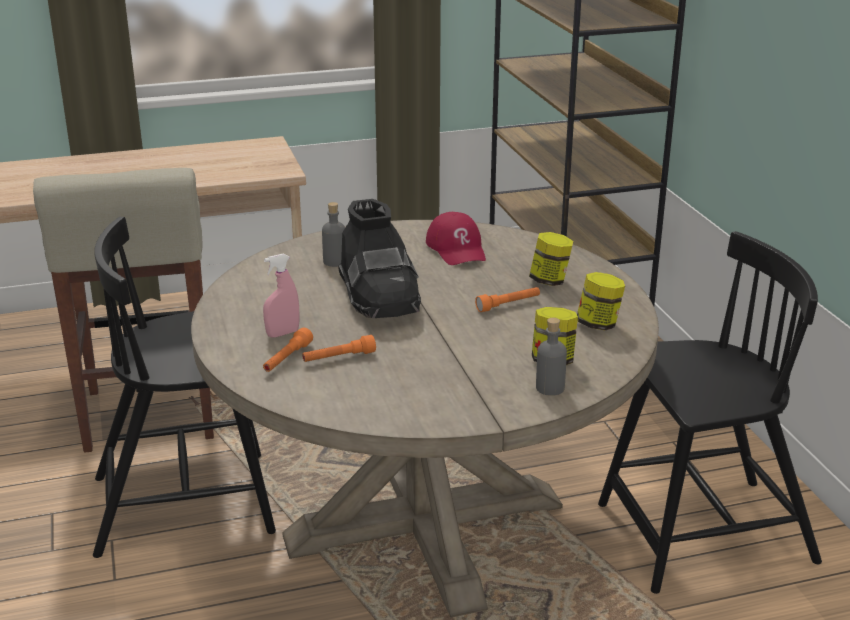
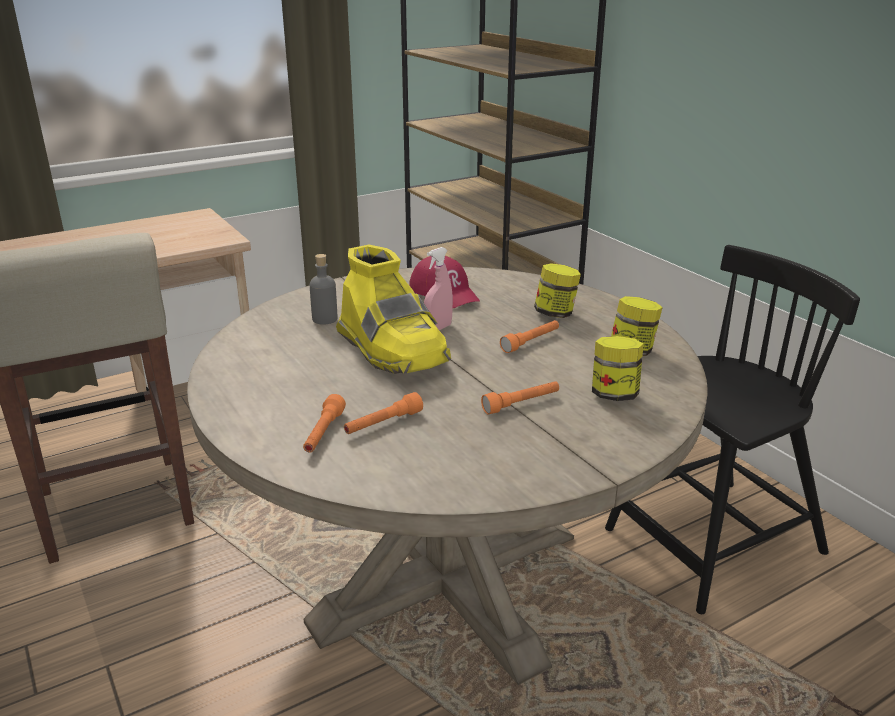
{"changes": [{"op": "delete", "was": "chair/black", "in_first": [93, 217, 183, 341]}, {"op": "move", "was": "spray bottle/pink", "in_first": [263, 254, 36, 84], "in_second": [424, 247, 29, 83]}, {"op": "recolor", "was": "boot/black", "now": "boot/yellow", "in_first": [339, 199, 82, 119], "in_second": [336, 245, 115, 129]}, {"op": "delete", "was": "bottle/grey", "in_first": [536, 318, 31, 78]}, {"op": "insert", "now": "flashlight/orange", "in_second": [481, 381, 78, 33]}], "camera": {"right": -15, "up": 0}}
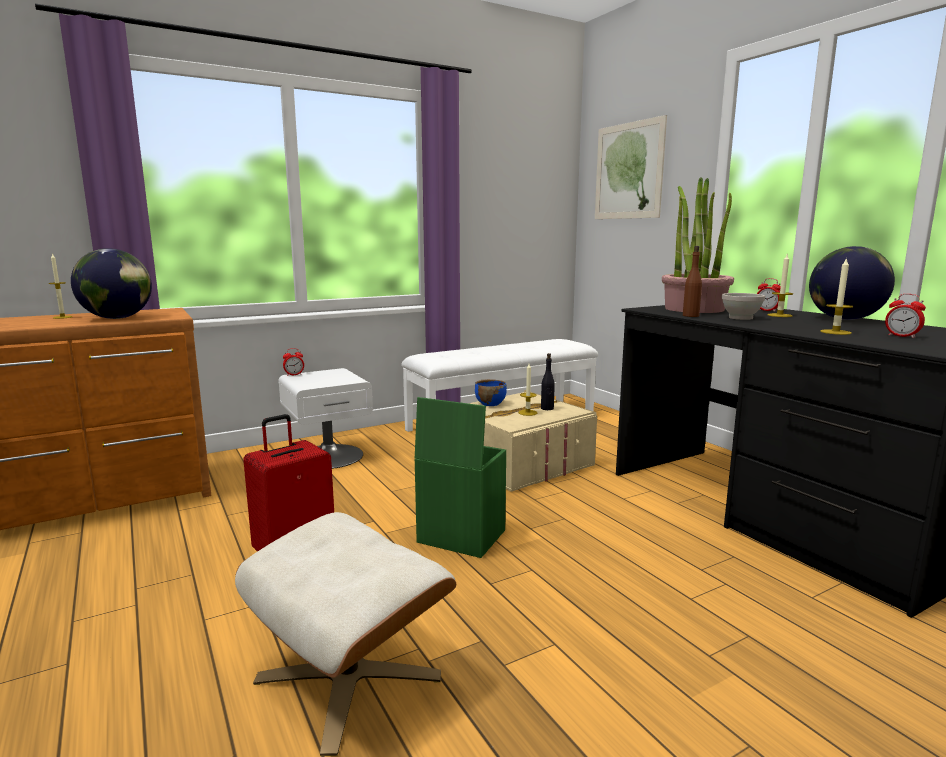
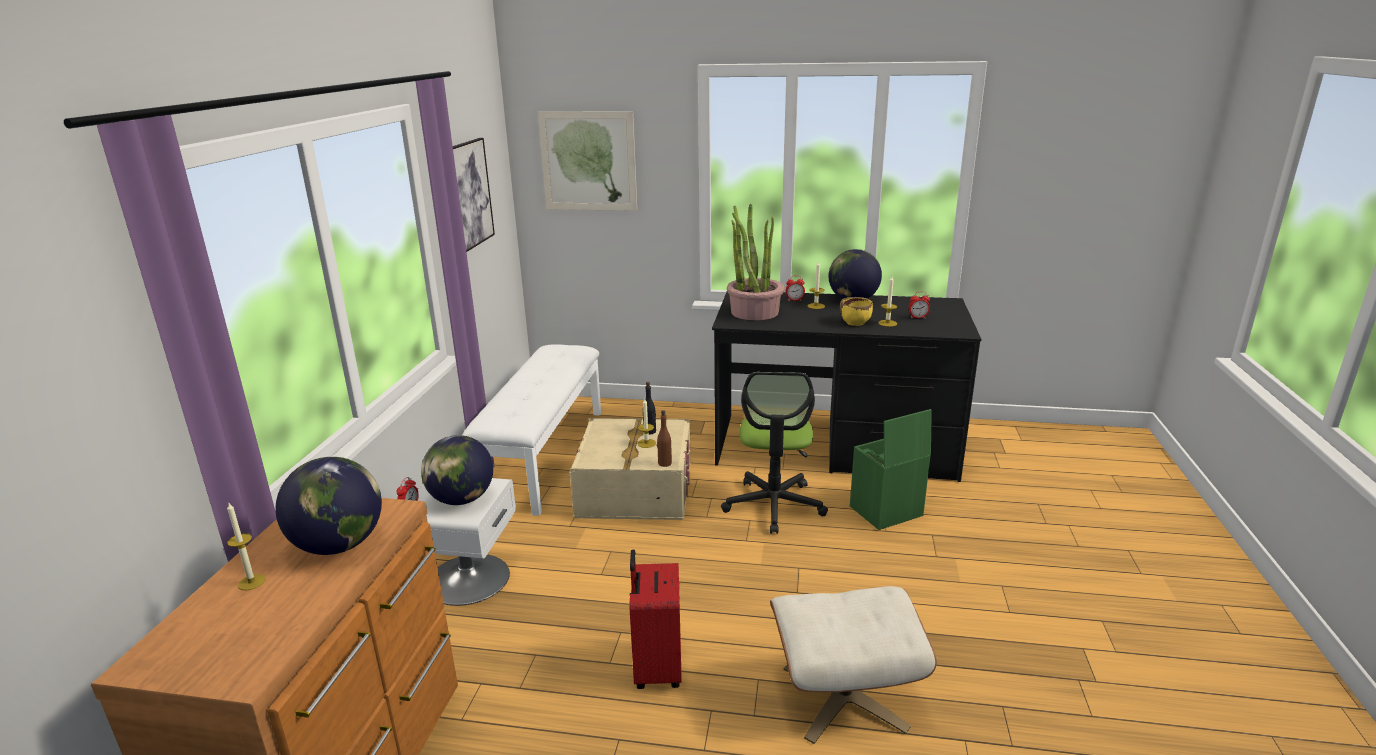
{"changes": [{"op": "move", "was": "storage box/green", "in_first": [415, 397, 91, 161], "in_second": [850, 409, 82, 121]}, {"op": "delete", "was": "bowl/blue", "in_first": [475, 379, 32, 27]}, {"op": "move", "was": "bottle/brown", "in_first": [683, 246, 19, 71], "in_second": [657, 410, 15, 57]}, {"op": "delete", "was": "bowl/white", "in_first": [721, 293, 44, 27]}, {"op": "insert", "now": "globe", "in_second": [421, 435, 72, 70]}, {"op": "insert", "now": "picture", "in_second": [453, 138, 42, 114]}, {"op": "insert", "now": "office chair", "in_second": [721, 372, 107, 162]}, {"op": "insert", "now": "bowl/yellow", "in_second": [840, 297, 33, 29]}], "camera": {"right": -50, "up": 10}}
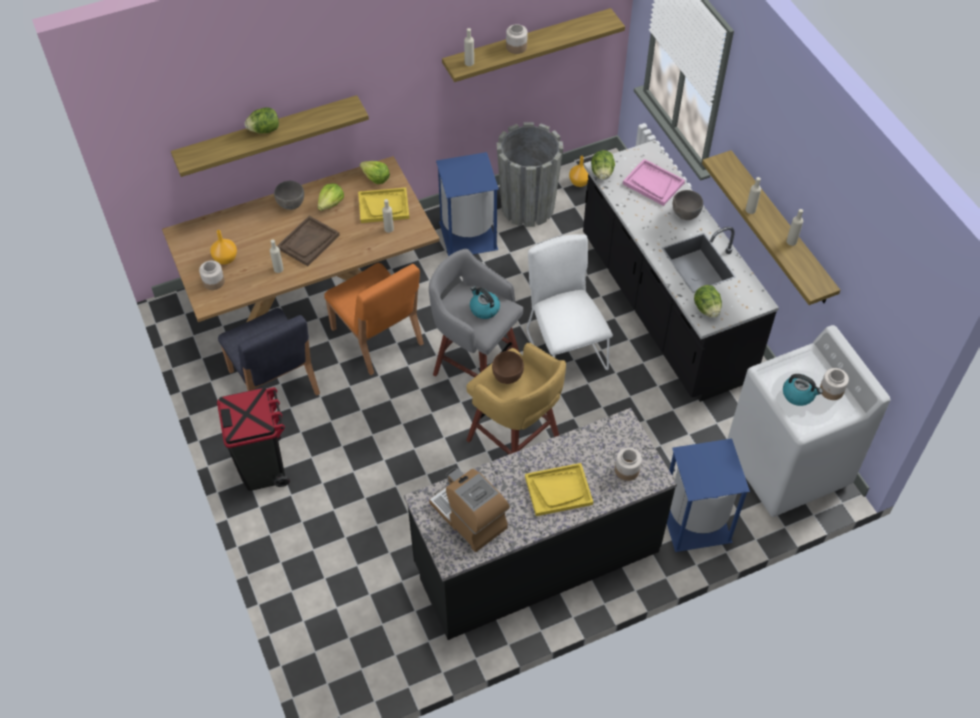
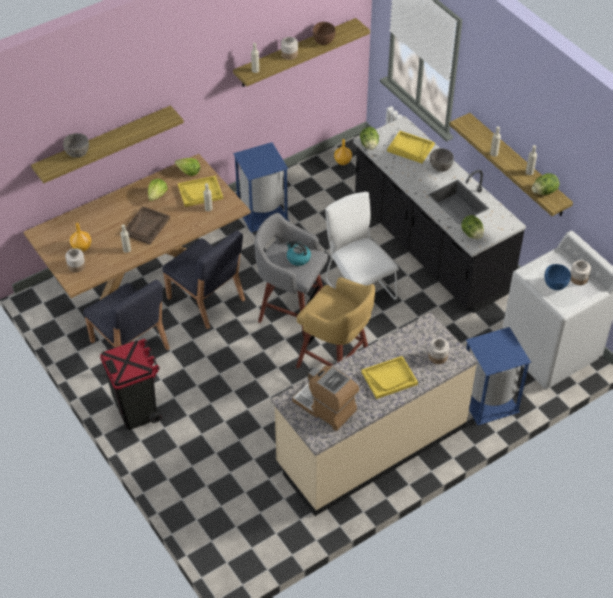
{"changes": [{"op": "move", "was": "lettuce", "in_first": [245, 107, 34, 26], "in_second": [532, 173, 27, 22]}, {"op": "move", "was": "bowl/grey", "in_first": [274, 181, 30, 29], "in_second": [63, 133, 26, 25]}, {"op": "recolor", "was": "chair/orange", "now": "chair/blue", "in_first": [324, 263, 100, 112], "in_second": [162, 230, 83, 99]}, {"op": "recolor", "was": "counter/black", "now": "counter/beige", "in_first": [404, 408, 273, 232], "in_second": [271, 312, 207, 204]}, {"op": "move", "was": "bowl/brown", "in_first": [492, 351, 32, 33], "in_second": [313, 22, 22, 23]}, {"op": "delete", "was": "planter/grey", "in_first": [496, 122, 67, 105]}, {"op": "recolor", "was": "tray/pink", "now": "tray/yellow", "in_first": [623, 159, 62, 47], "in_second": [387, 131, 48, 32]}, {"op": "replace", "was": "kettle", "now": "bowl/blue", "in_first": [783, 374, 40, 32], "in_second": [544, 264, 27, 26]}], "camera": {"right": -10, "up": -5}}
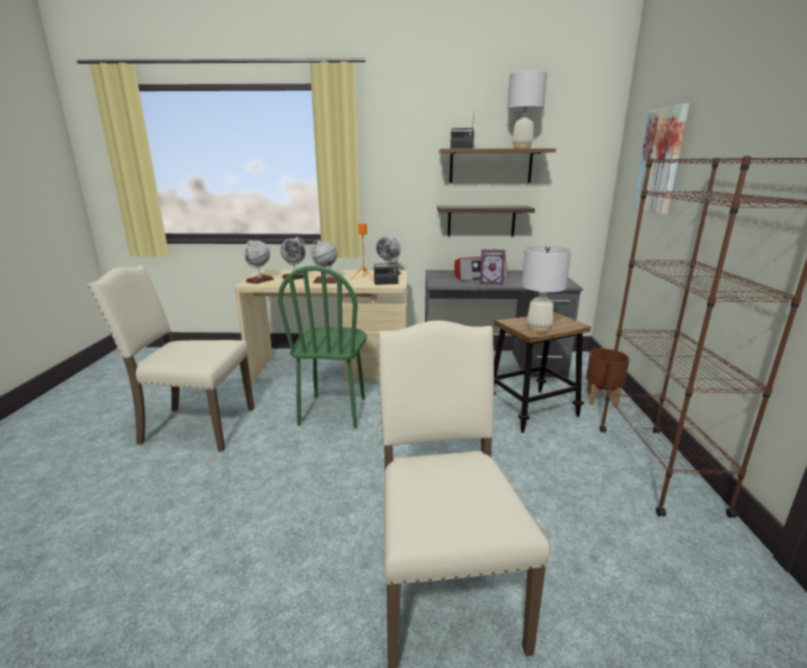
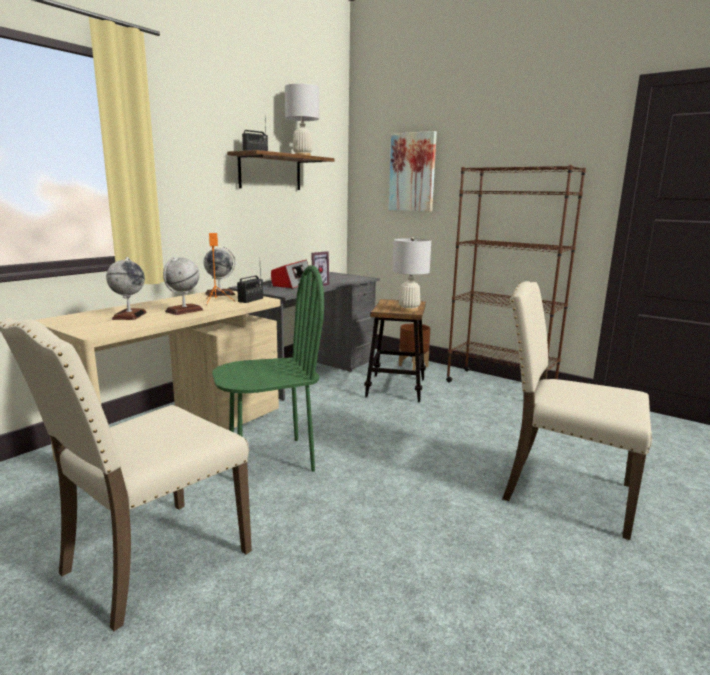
{"changes": [{"op": "delete", "was": "globe", "in_first": [244, 240, 30, 44]}, {"op": "rotate", "was": "chair/green", "in_first": [278, 266, 89, 163], "in_second": [212, 265, 112, 207], "clockwise": -60}, {"op": "delete", "was": "shelf", "in_first": [437, 205, 98, 31]}], "camera": {"right": -55, "up": -5}}
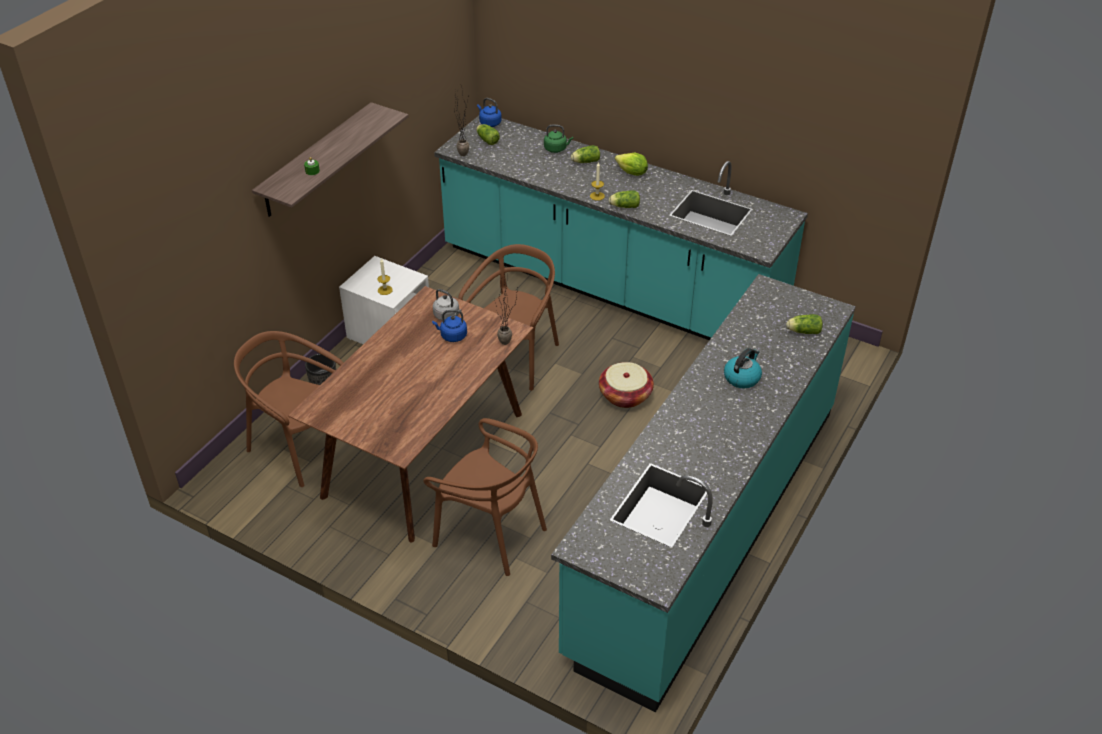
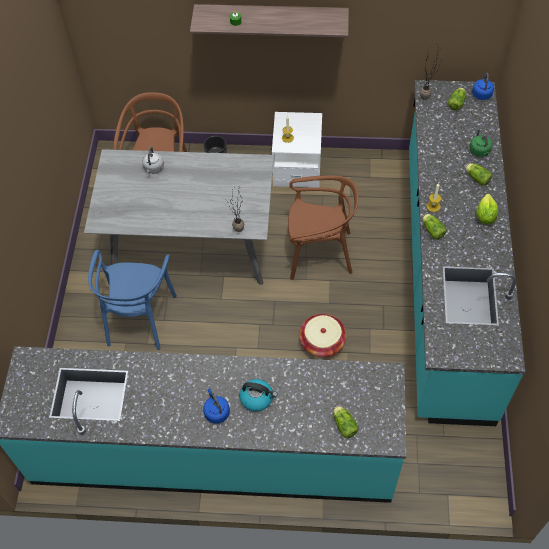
{"changes": [{"op": "recolor", "was": "dining table/brown", "now": "dining table/grey", "in_first": [288, 286, 246, 256], "in_second": [84, 149, 190, 136]}, {"op": "recolor", "was": "chair/brown", "now": "chair/blue", "in_first": [424, 418, 123, 158], "in_second": [88, 250, 89, 100]}, {"op": "move", "was": "kettle/blue", "in_first": [432, 310, 35, 32], "in_second": [203, 388, 27, 36]}, {"op": "move", "was": "kettle/grey", "in_first": [433, 289, 29, 32], "in_second": [142, 147, 22, 27]}], "camera": {"right": 65, "up": 15}}
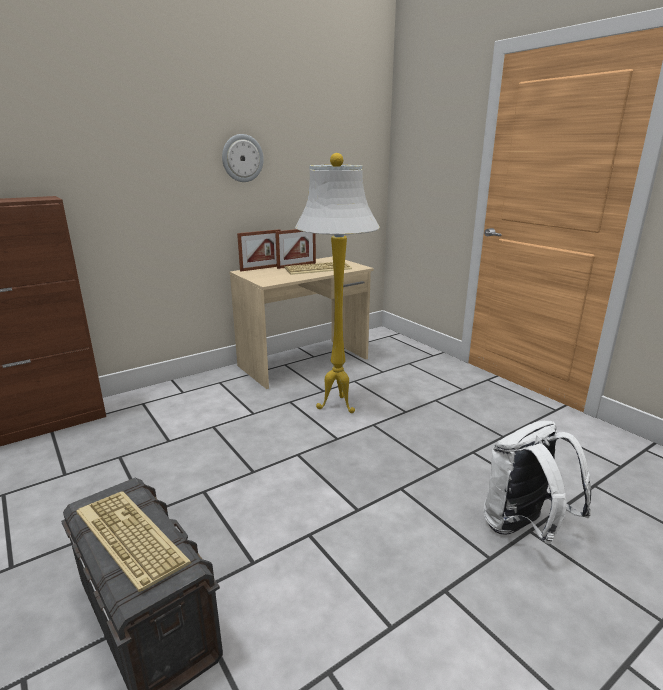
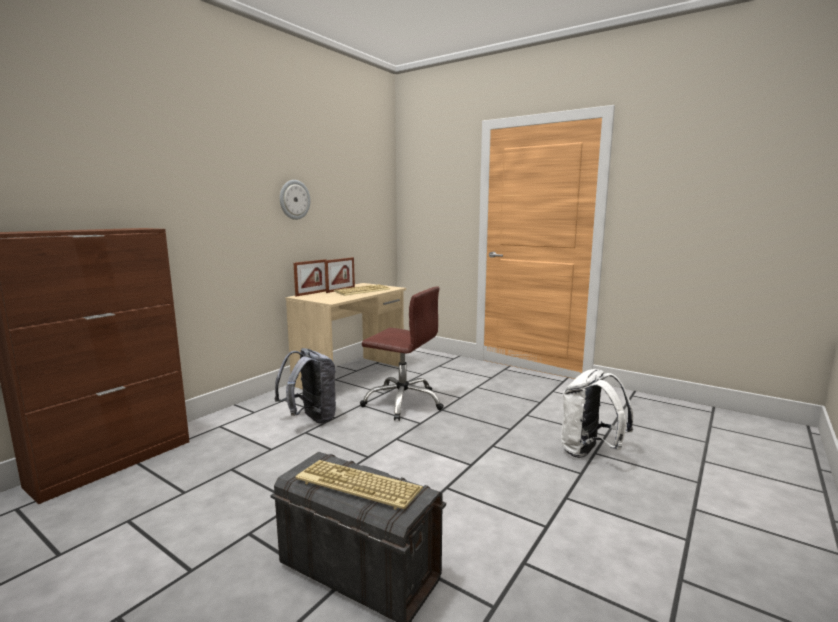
{"changes": [{"op": "replace", "was": "floor lamp/white", "now": "office chair/brown", "in_first": [295, 153, 85, 260], "in_second": [360, 286, 84, 135]}, {"op": "insert", "now": "backpack/grey", "in_second": [275, 348, 61, 76]}], "camera": {"right": -20, "up": -10}}
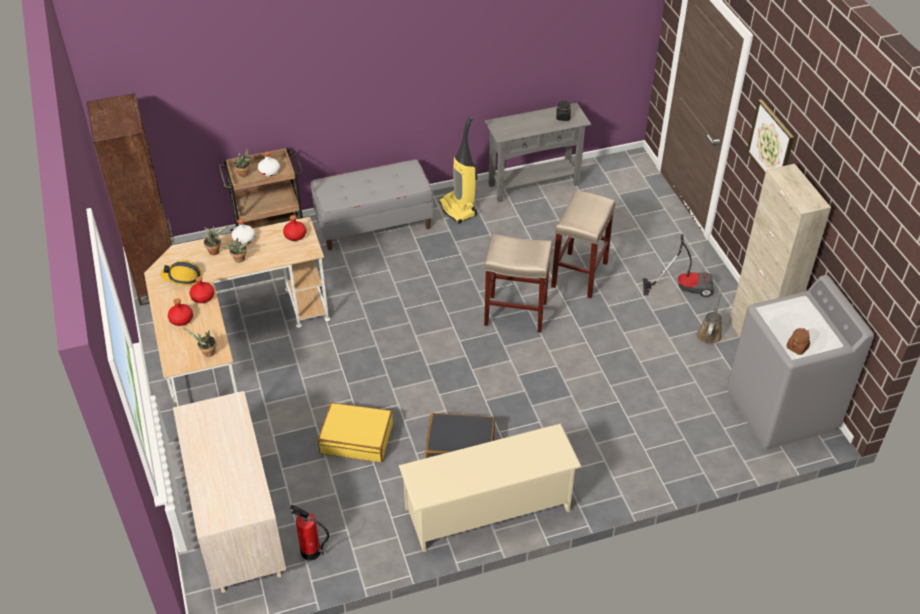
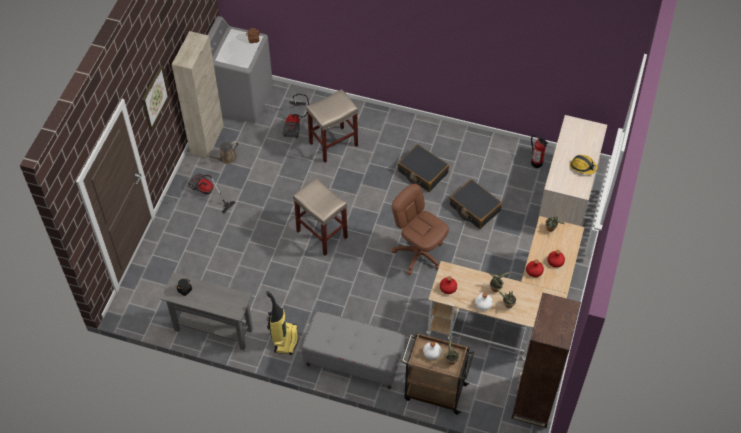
{"changes": [{"op": "move", "was": "hard hat", "in_first": [161, 260, 41, 26], "in_second": [570, 155, 28, 20]}, {"op": "recolor", "was": "suitcase/yellow", "now": "suitcase/black", "in_first": [318, 403, 75, 59], "in_second": [450, 179, 52, 50]}, {"op": "delete", "was": "shoe rack/beige", "in_first": [399, 423, 183, 129]}, {"op": "move", "was": "stool/beige", "in_first": [551, 190, 64, 108], "in_second": [306, 89, 52, 74]}, {"op": "insert", "now": "vacuum cleaner", "in_second": [283, 94, 26, 44]}, {"op": "insert", "now": "office chair/brown", "in_second": [392, 184, 57, 91]}], "camera": {"right": -145, "up": 10}}
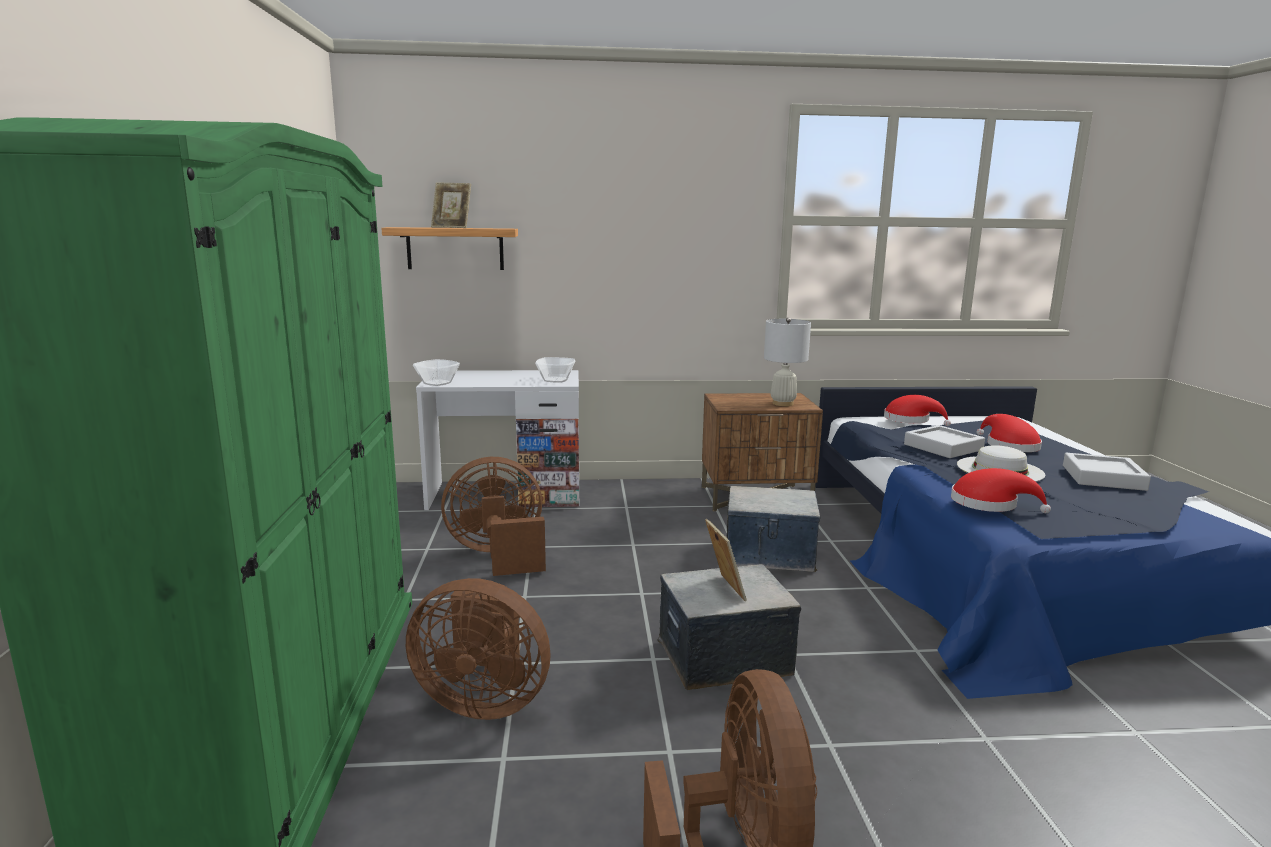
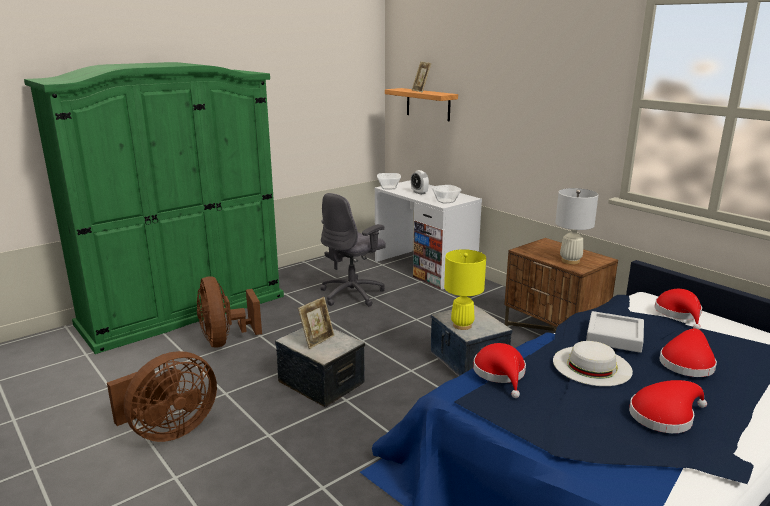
{"changes": [{"op": "replace", "was": "fan/brown", "now": "office chair/grey", "in_first": [441, 457, 105, 119], "in_second": [320, 193, 66, 113]}, {"op": "replace", "was": "tray/grey", "now": "hat/red", "in_first": [1063, 453, 88, 38], "in_second": [629, 380, 78, 53]}, {"op": "insert", "now": "alarm clock", "in_second": [411, 170, 18, 25]}, {"op": "insert", "now": "table lamp/yellow", "in_second": [444, 249, 42, 81]}], "camera": {"right": 55, "up": 5}}
